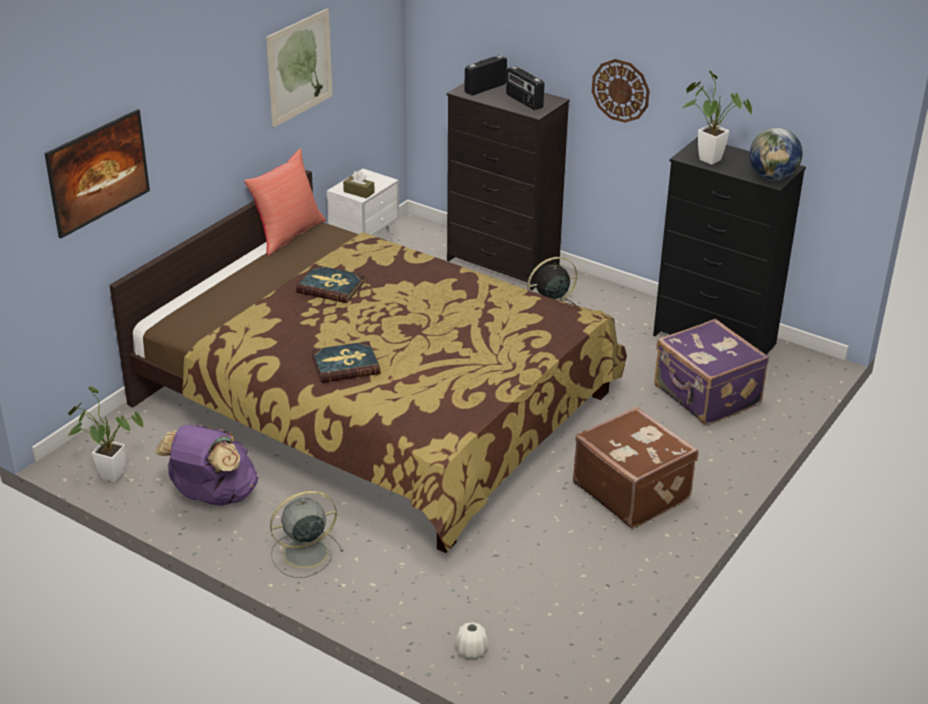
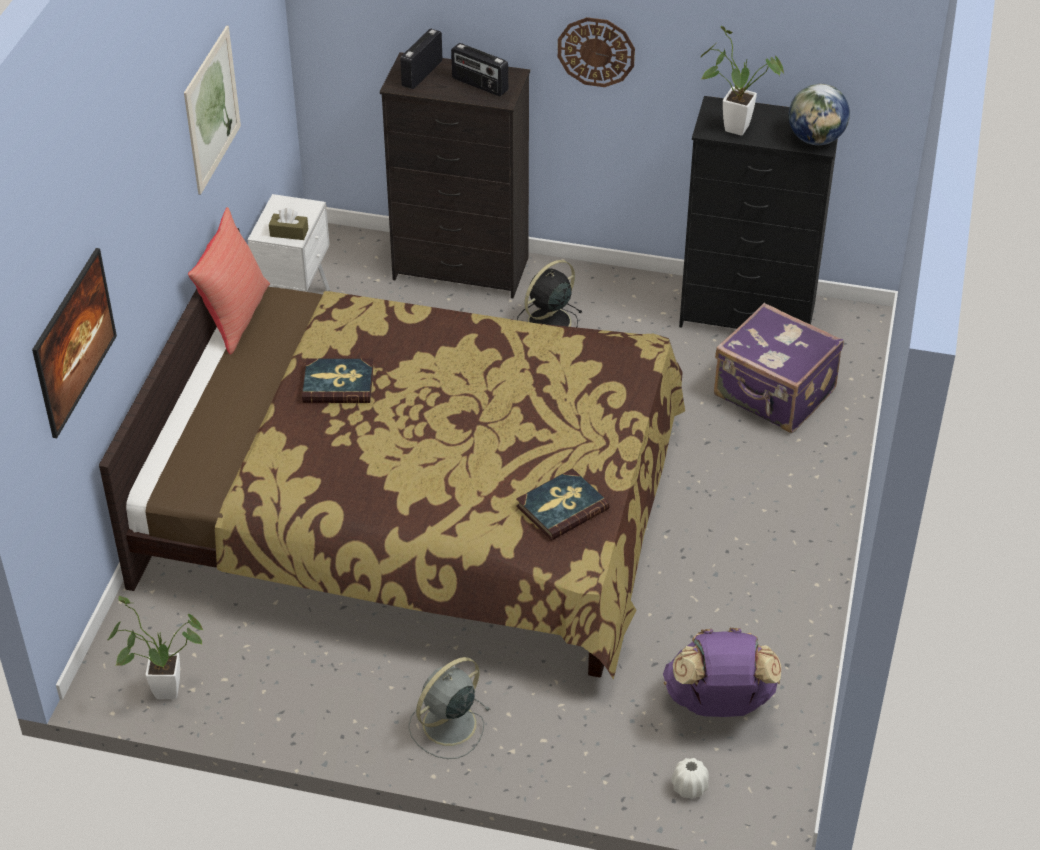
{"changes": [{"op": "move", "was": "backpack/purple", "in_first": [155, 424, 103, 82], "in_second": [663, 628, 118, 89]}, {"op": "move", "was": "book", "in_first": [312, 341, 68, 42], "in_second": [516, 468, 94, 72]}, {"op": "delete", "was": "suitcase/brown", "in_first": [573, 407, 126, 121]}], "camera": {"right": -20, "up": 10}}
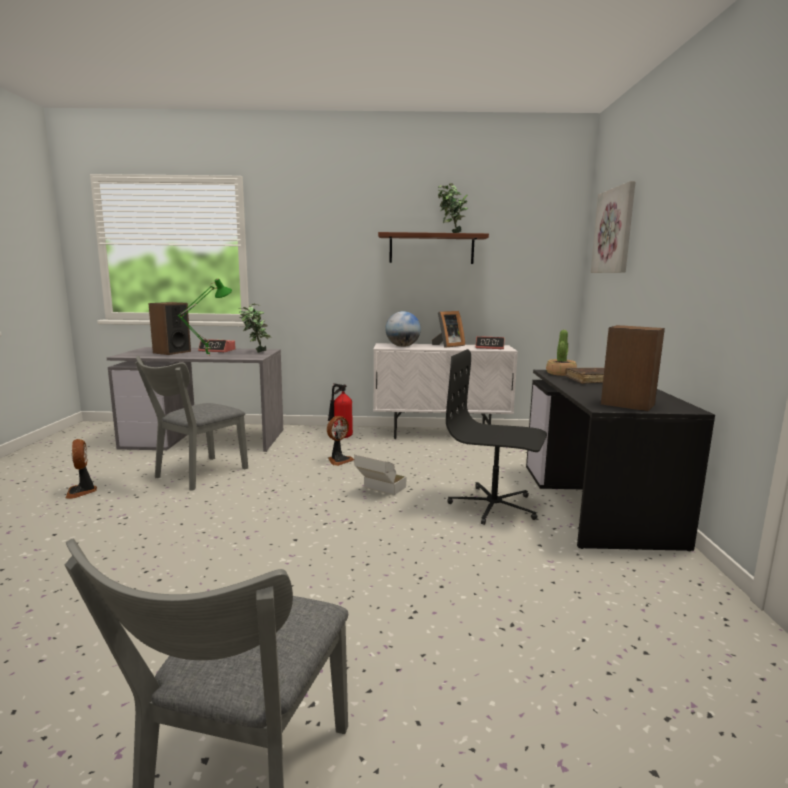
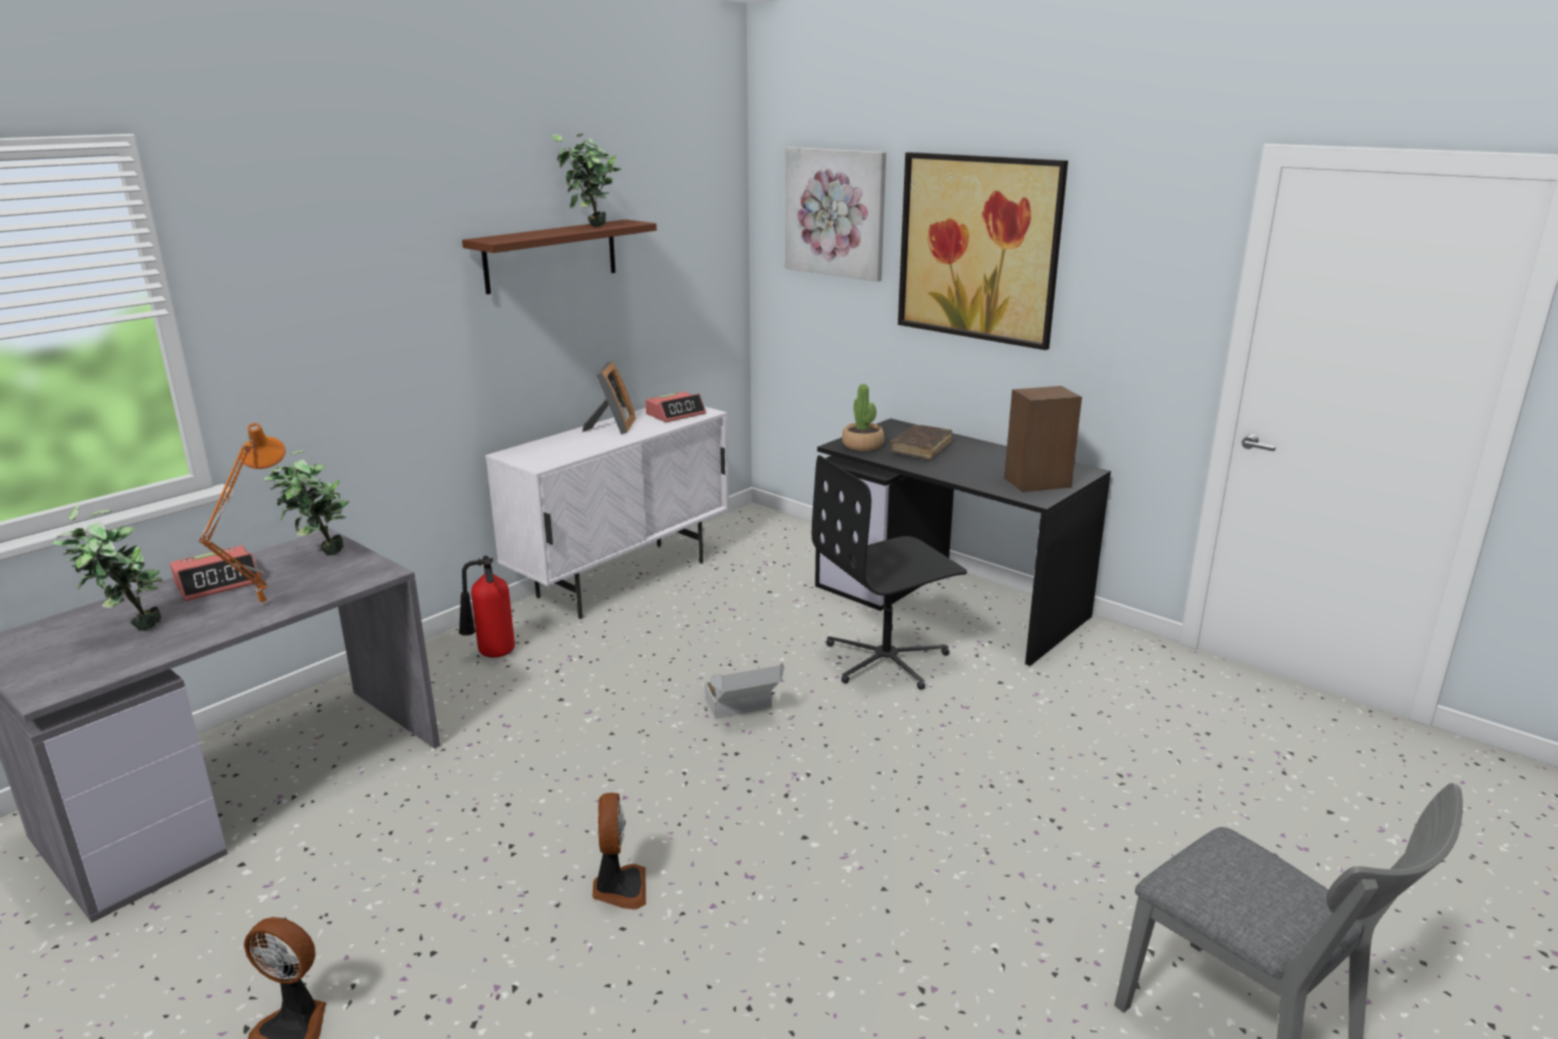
{"changes": [{"op": "delete", "was": "chair/grey", "in_first": [135, 356, 113, 135]}, {"op": "replace", "was": "speaker", "now": "potted plant", "in_first": [148, 302, 43, 53], "in_second": [52, 505, 112, 126]}, {"op": "recolor", "was": "table lamp/green", "now": "table lamp/orange", "in_first": [177, 278, 55, 78], "in_second": [198, 423, 88, 184]}, {"op": "move", "was": "fan", "in_first": [327, 416, 27, 50], "in_second": [592, 793, 54, 117]}, {"op": "delete", "was": "globe", "in_first": [385, 311, 36, 36]}, {"op": "insert", "now": "picture", "in_second": [898, 152, 170, 198]}], "camera": {"right": -50, "up": 10}}
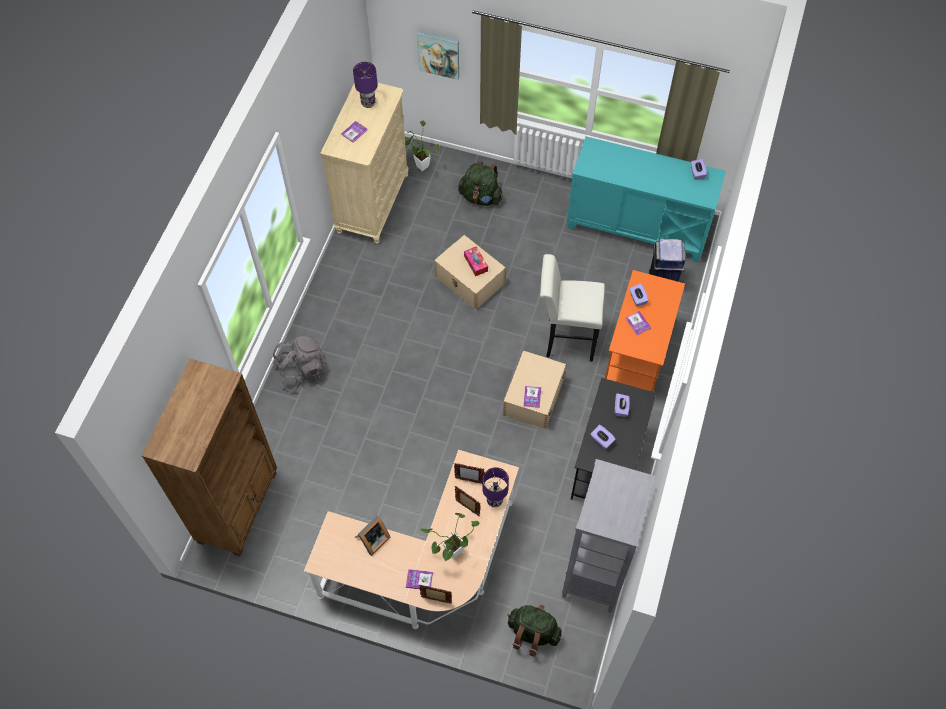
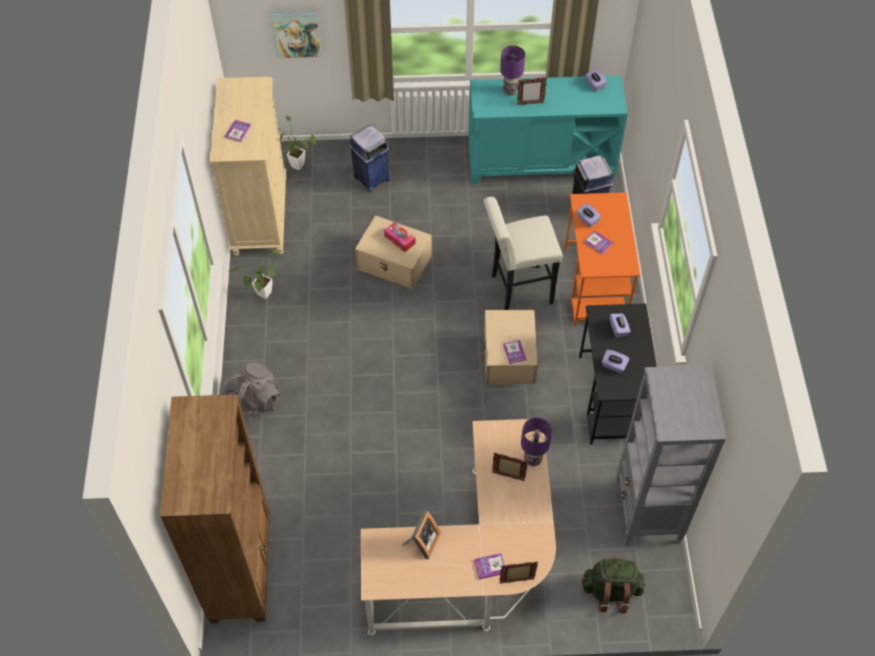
{"changes": [{"op": "move", "was": "table lamp/purple", "in_first": [353, 62, 25, 46], "in_second": [500, 45, 25, 50]}, {"op": "move", "was": "potted plant", "in_first": [420, 513, 59, 48], "in_second": [230, 250, 49, 49]}, {"op": "move", "was": "picture frame", "in_first": [454, 463, 31, 21], "in_second": [517, 77, 30, 28]}, {"op": "replace", "was": "backpack/green", "now": "trash can/blue", "in_first": [458, 161, 45, 45], "in_second": [348, 125, 42, 67]}], "camera": {"right": -20, "up": -5}}
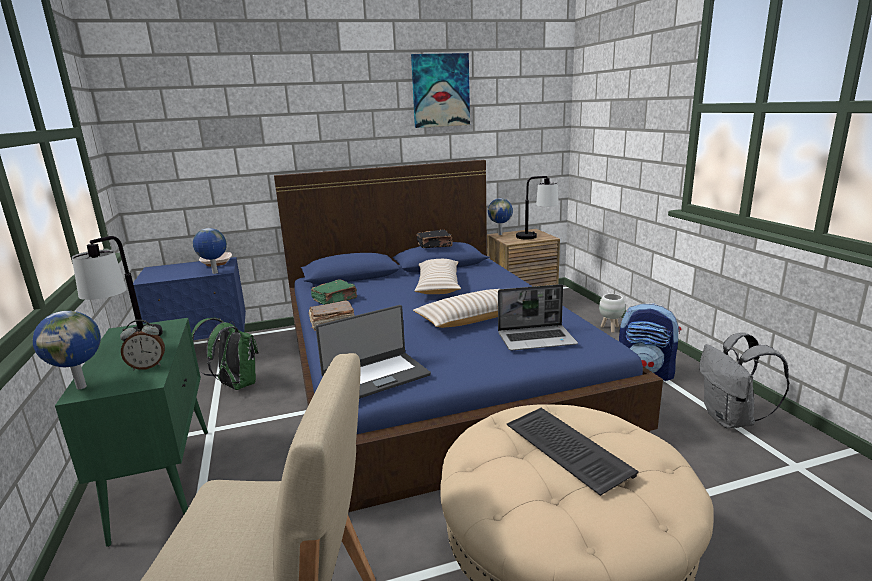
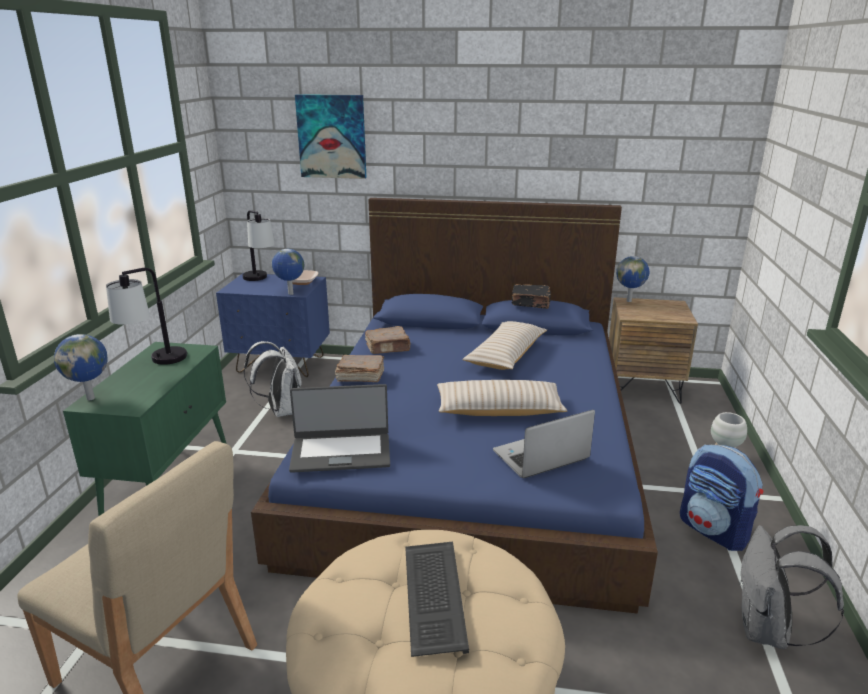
{"changes": [{"op": "delete", "was": "alarm clock", "in_first": [120, 320, 45, 50]}, {"op": "recolor", "was": "backpack/green", "now": "backpack/white", "in_first": [192, 318, 67, 72], "in_second": [243, 341, 58, 76]}, {"op": "recolor", "was": "book/green", "now": "book/brown", "in_first": [311, 280, 46, 25], "in_second": [365, 326, 46, 28]}, {"op": "move", "was": "picture", "in_first": [411, 53, 59, 75], "in_second": [295, 94, 71, 85]}, {"op": "rotate", "was": "laptop", "in_first": [498, 284, 80, 67], "in_second": [493, 410, 102, 68], "clockwise": 135}, {"op": "move", "was": "table lamp", "in_first": [516, 176, 43, 63], "in_second": [242, 210, 33, 71]}], "camera": {"right": 25, "up": 5}}
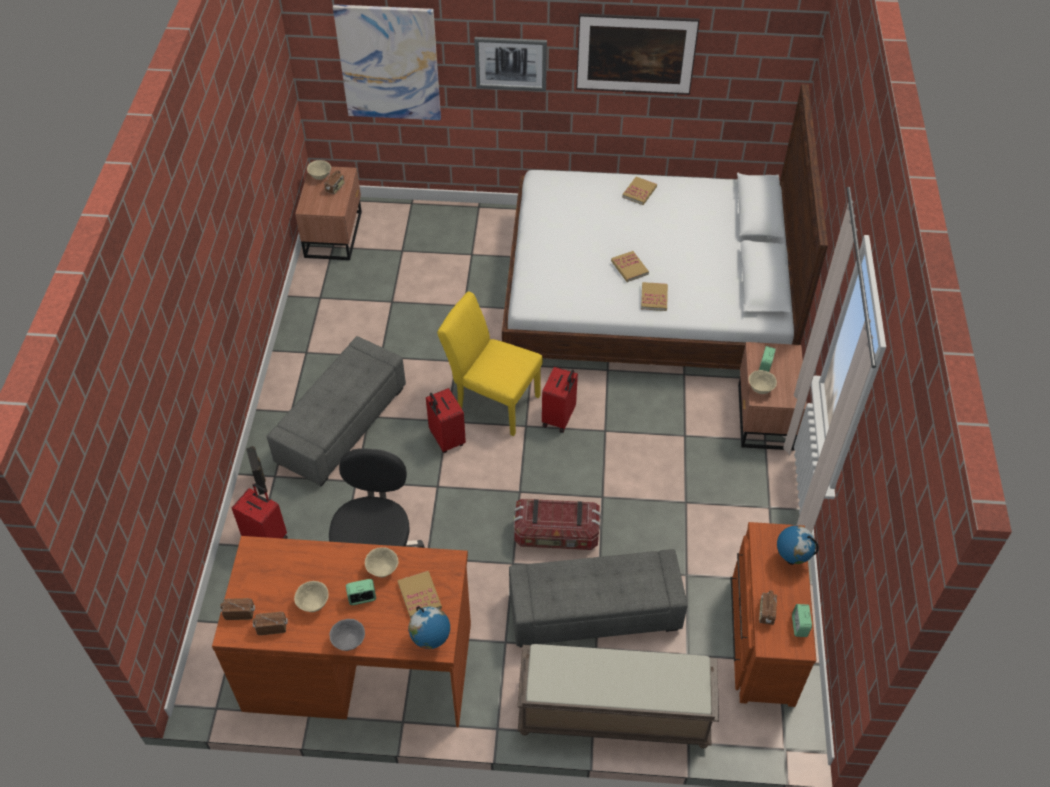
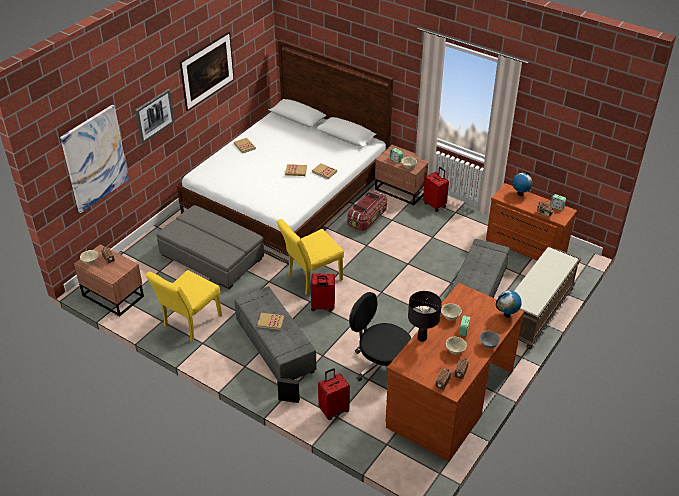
{"changes": [{"op": "move", "was": "book", "in_first": [398, 571, 44, 48], "in_second": [257, 313, 27, 17]}, {"op": "move", "was": "storage box", "in_first": [513, 499, 88, 51], "in_second": [348, 190, 39, 41]}, {"op": "move", "was": "suitcase/red", "in_first": [542, 367, 36, 66], "in_second": [423, 167, 26, 45]}, {"op": "insert", "now": "chair/yellow", "in_second": [146, 270, 76, 72]}, {"op": "insert", "now": "ottoman/grey", "in_second": [156, 205, 108, 84]}, {"op": "insert", "now": "table lamp/black", "in_second": [408, 291, 34, 51]}], "camera": {"right": -60, "up": -10}}
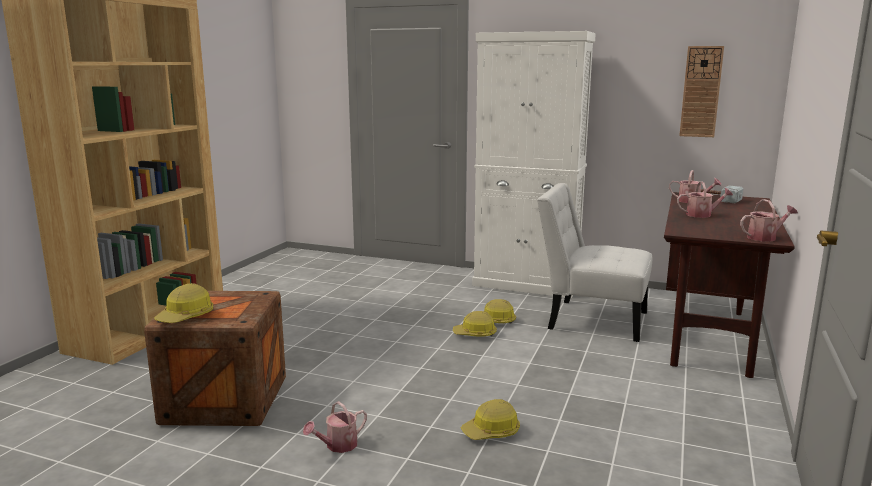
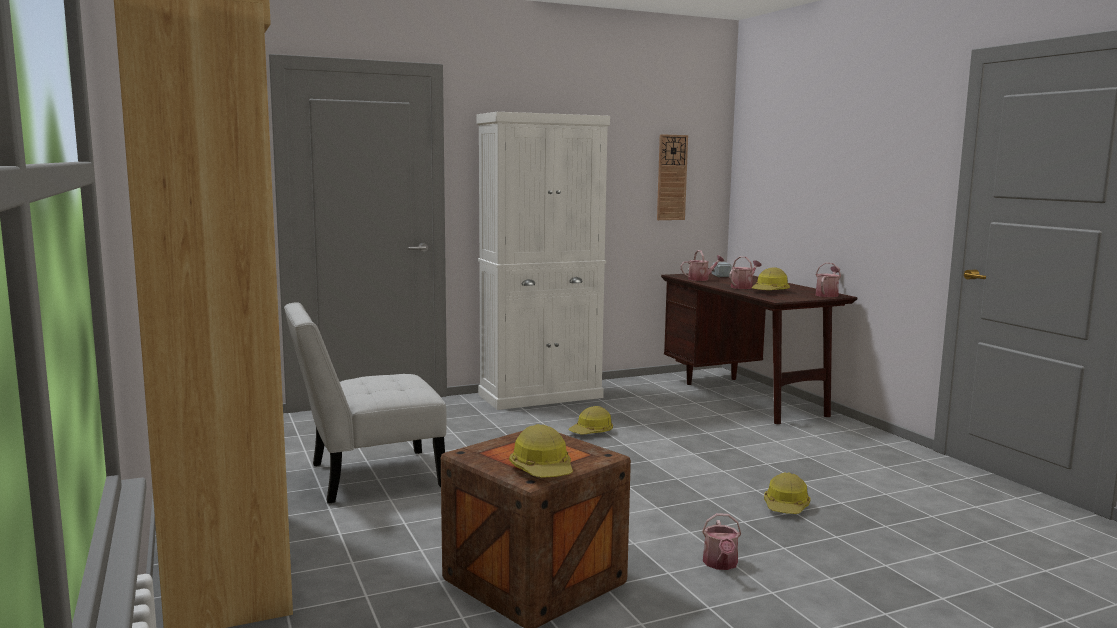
{"changes": [{"op": "move", "was": "hard hat", "in_first": [453, 311, 44, 26], "in_second": [751, 267, 39, 23]}, {"op": "move", "was": "chair/white", "in_first": [537, 183, 115, 159], "in_second": [284, 302, 163, 201]}], "camera": {"right": -45, "up": -5}}
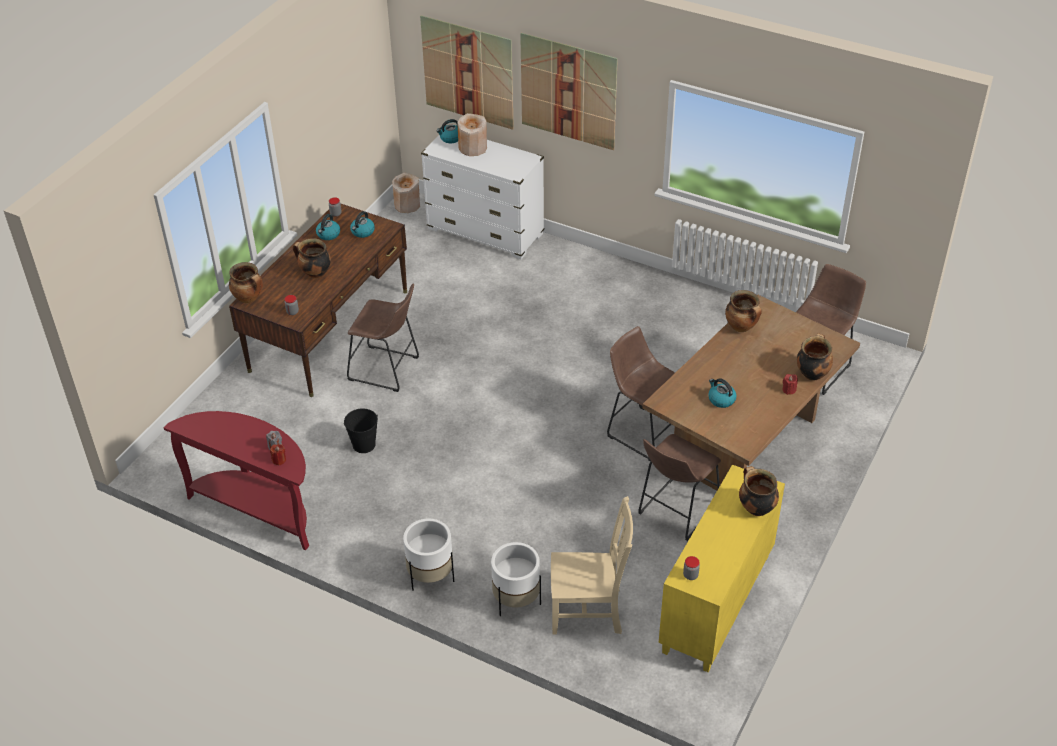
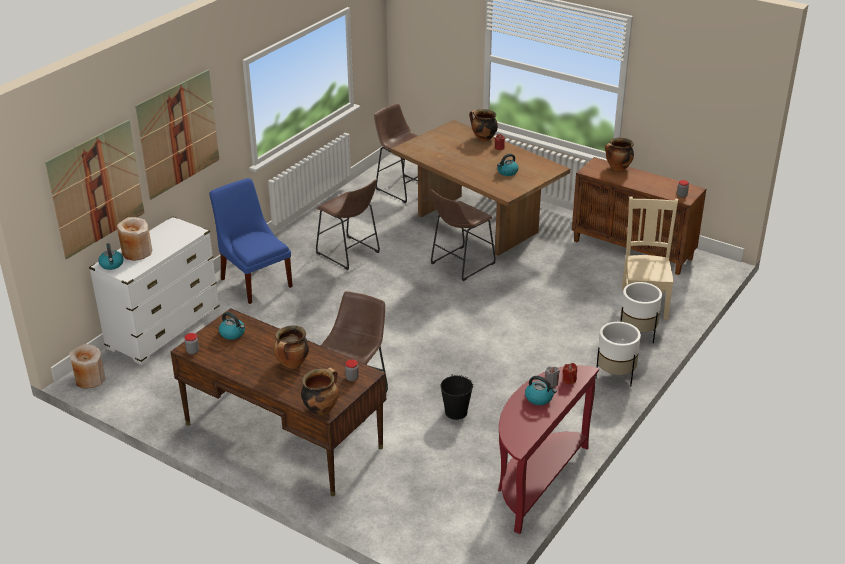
{"changes": [{"op": "move", "was": "kettle", "in_first": [316, 214, 24, 26], "in_second": [525, 376, 32, 29]}, {"op": "move", "was": "stool/brown", "in_first": [638, 434, 83, 107], "in_second": [316, 179, 64, 91]}, {"op": "recolor", "was": "cabinet/yellow", "now": "cabinet/brown", "in_first": [659, 465, 126, 207], "in_second": [572, 157, 134, 118]}, {"op": "delete", "was": "cooking pot", "in_first": [725, 290, 37, 42]}, {"op": "insert", "now": "chair/blue", "in_second": [209, 178, 84, 126]}], "camera": {"right": -85, "up": -10}}
